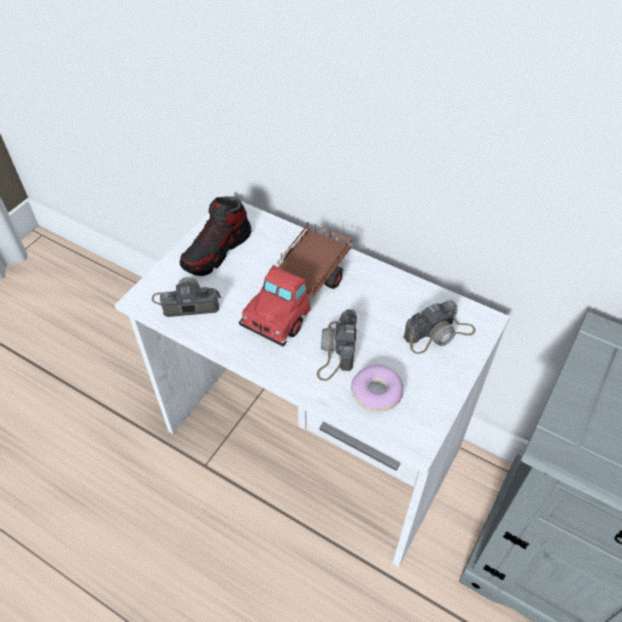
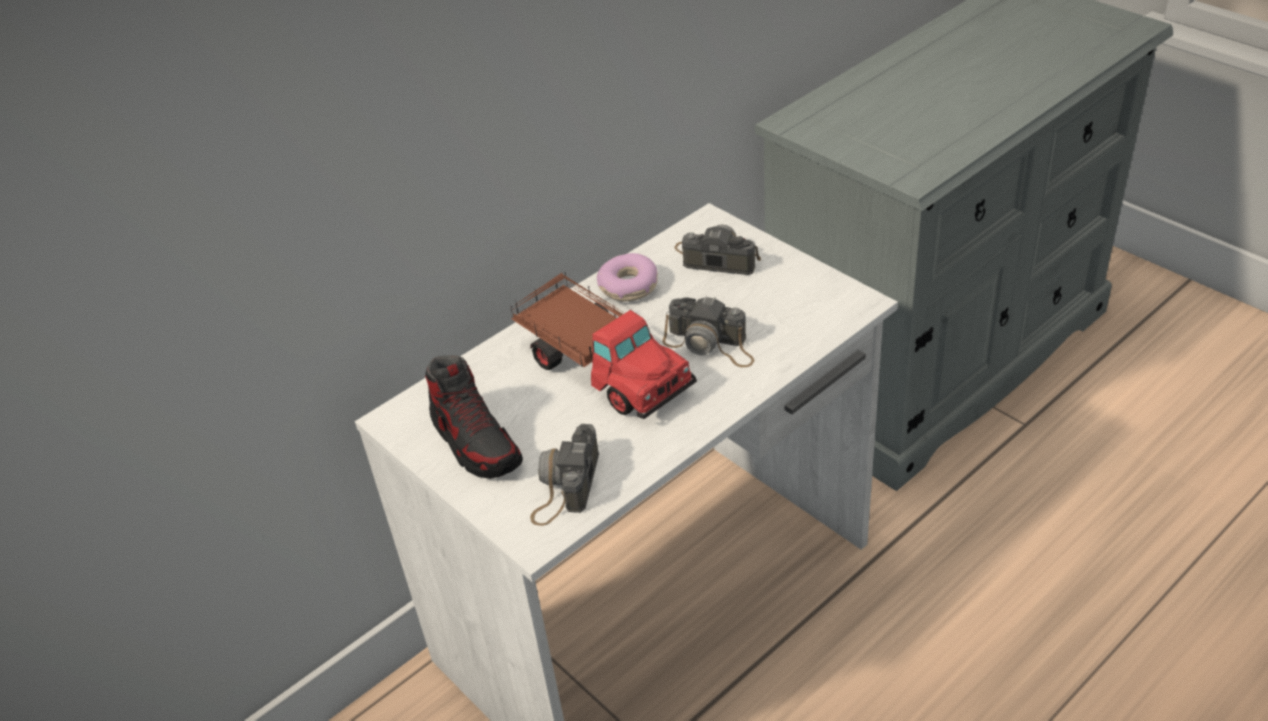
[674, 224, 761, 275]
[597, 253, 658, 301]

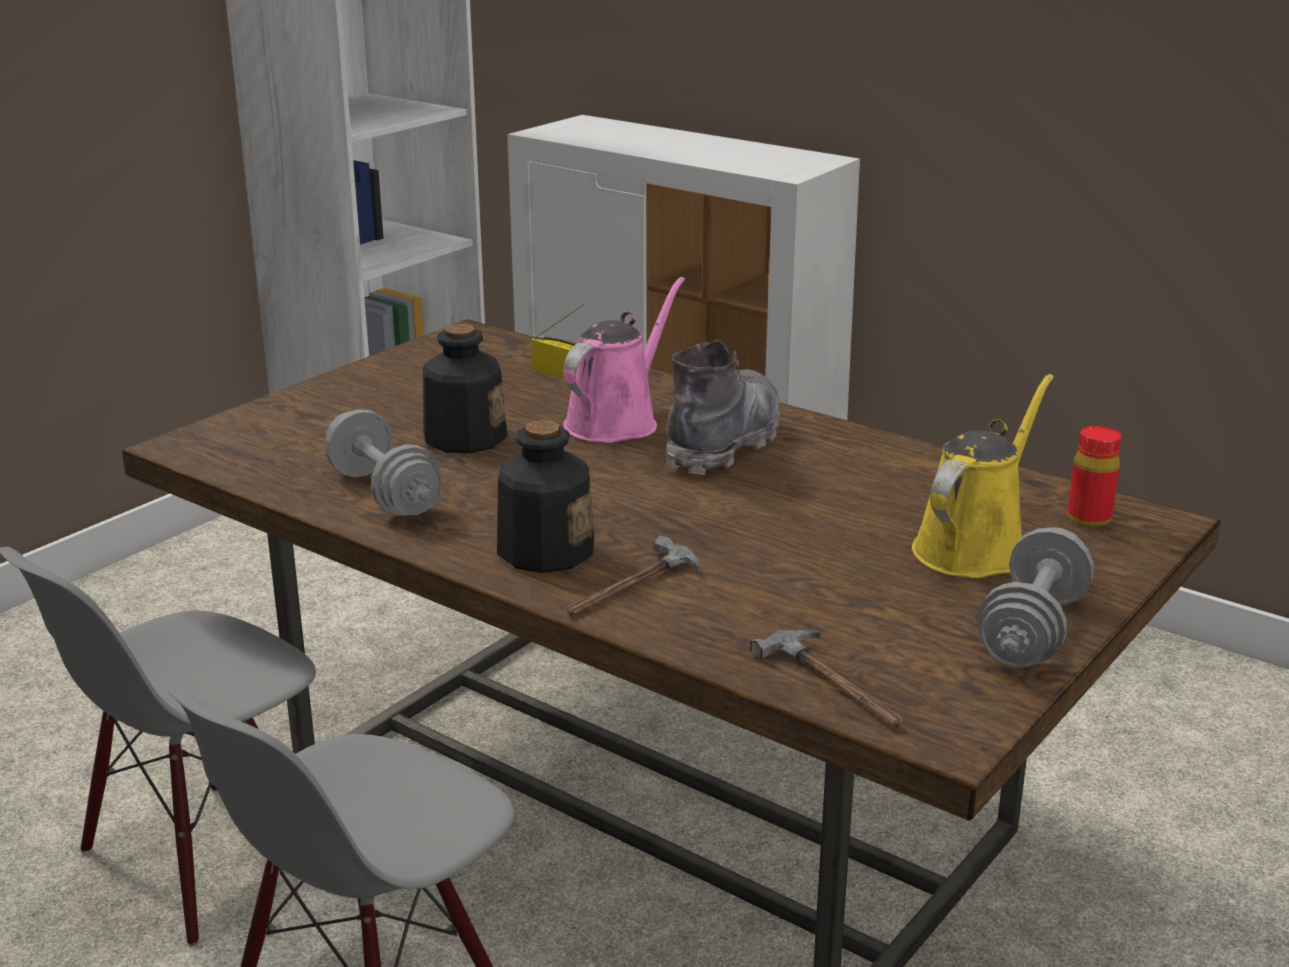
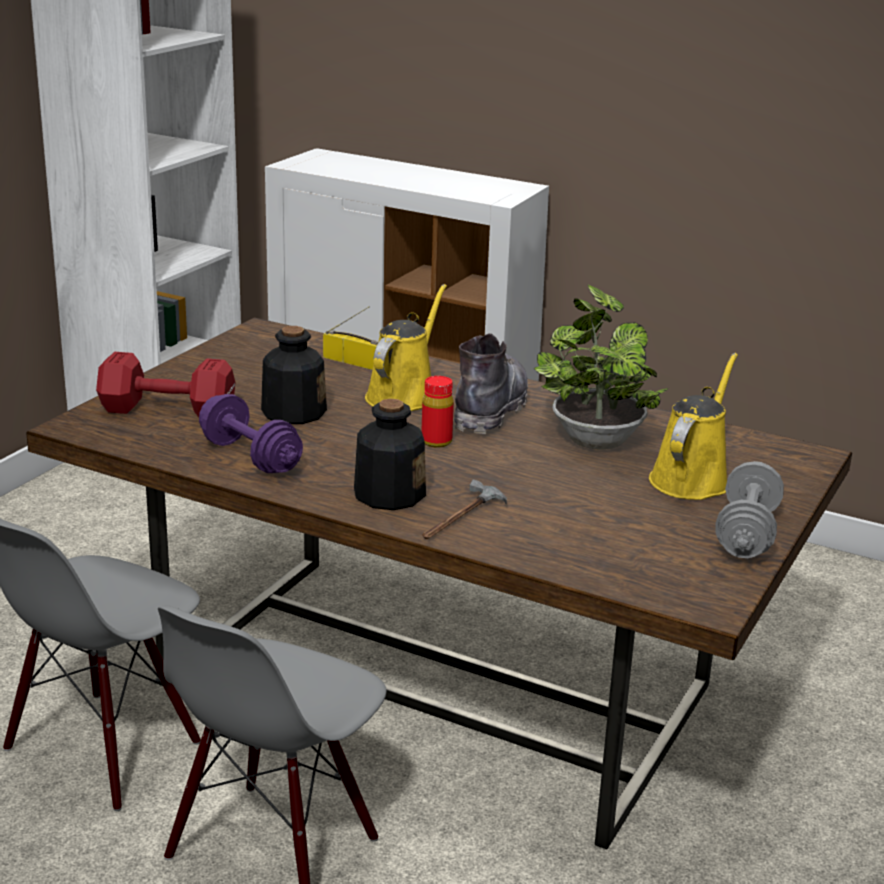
[365, 284, 447, 411]
[199, 394, 303, 473]
[421, 376, 454, 448]
[750, 630, 904, 727] (first image)
[534, 284, 668, 450]
[96, 352, 236, 417]

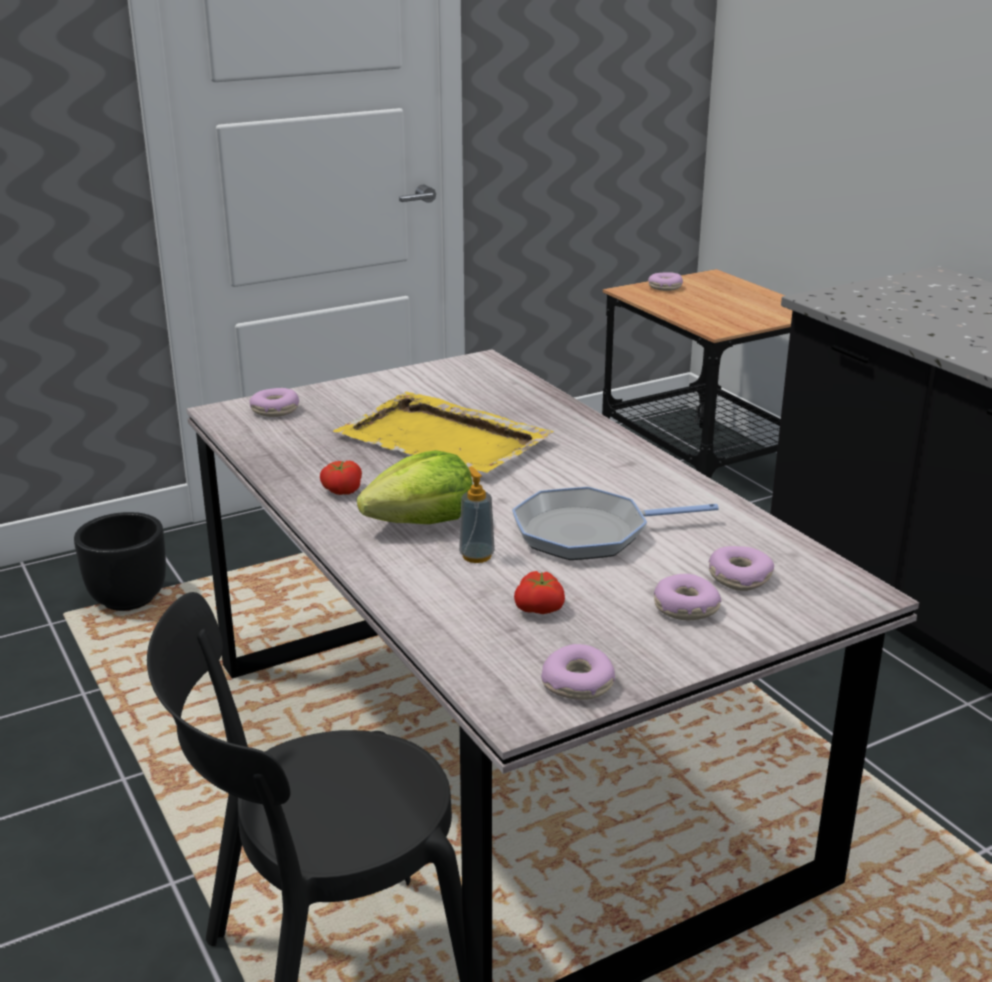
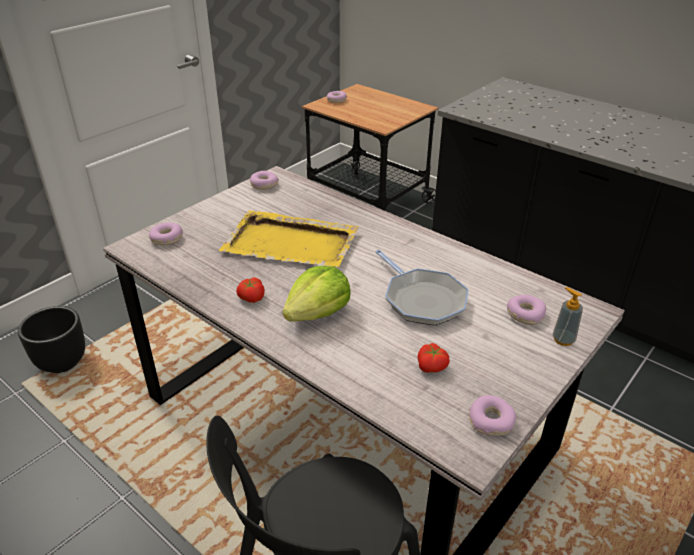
[553, 287, 583, 346]
[375, 250, 469, 325]
[250, 171, 279, 190]

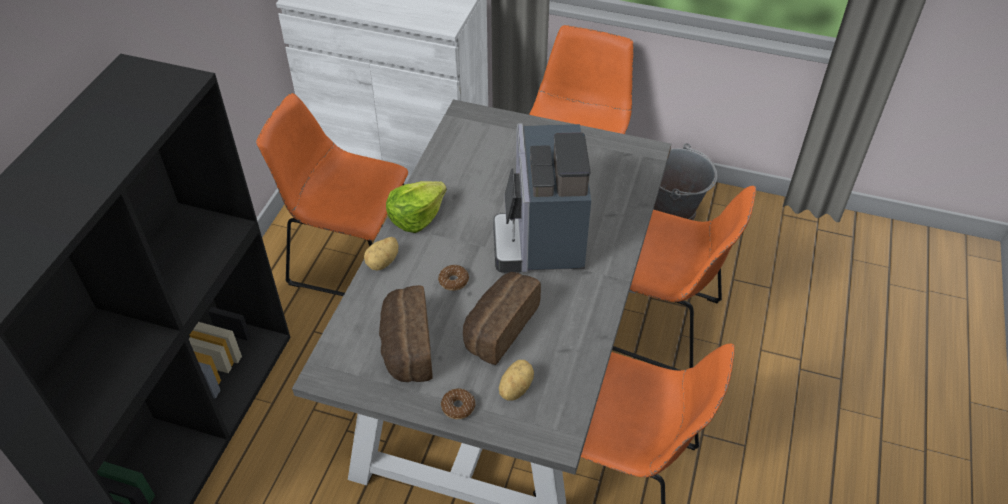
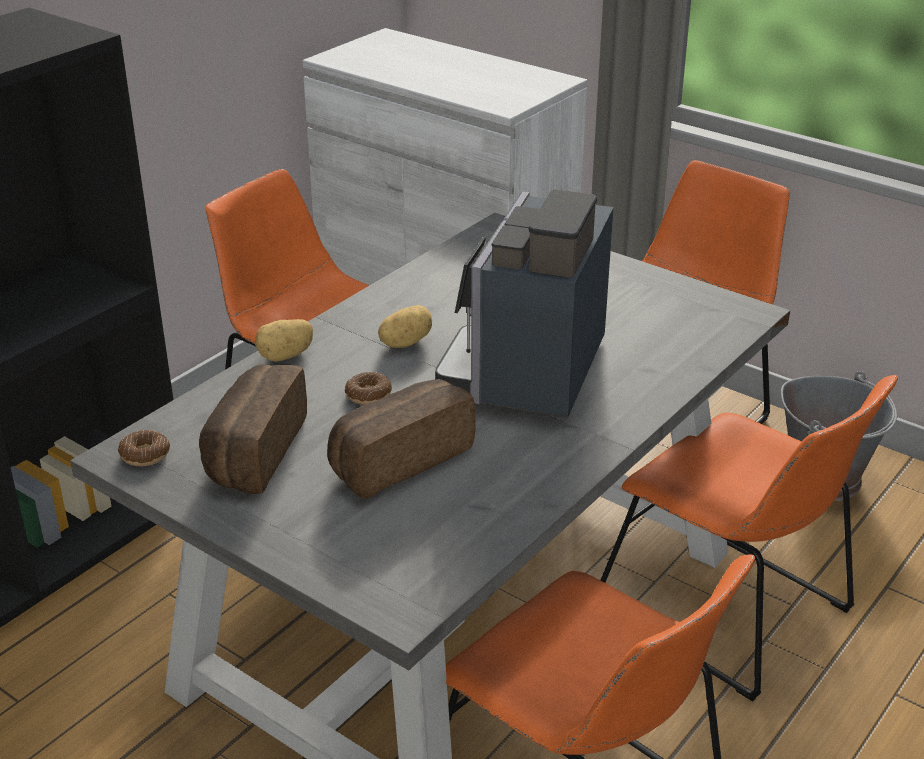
[386, 181, 447, 233] (first image)
[378, 305, 432, 348]
[118, 430, 170, 466]

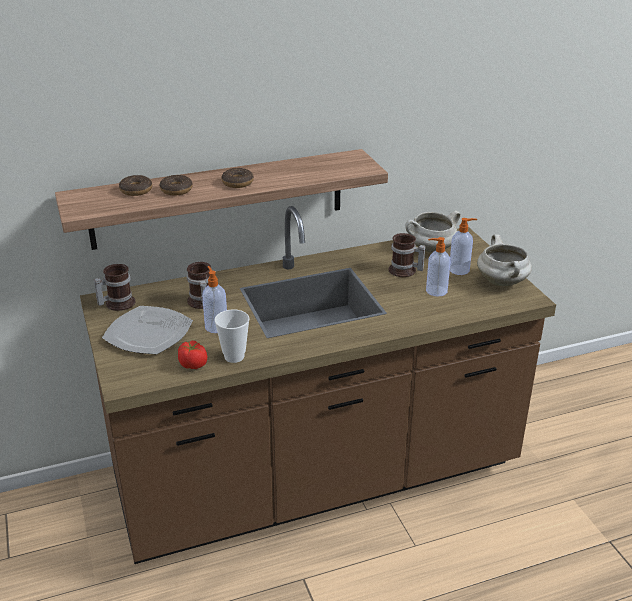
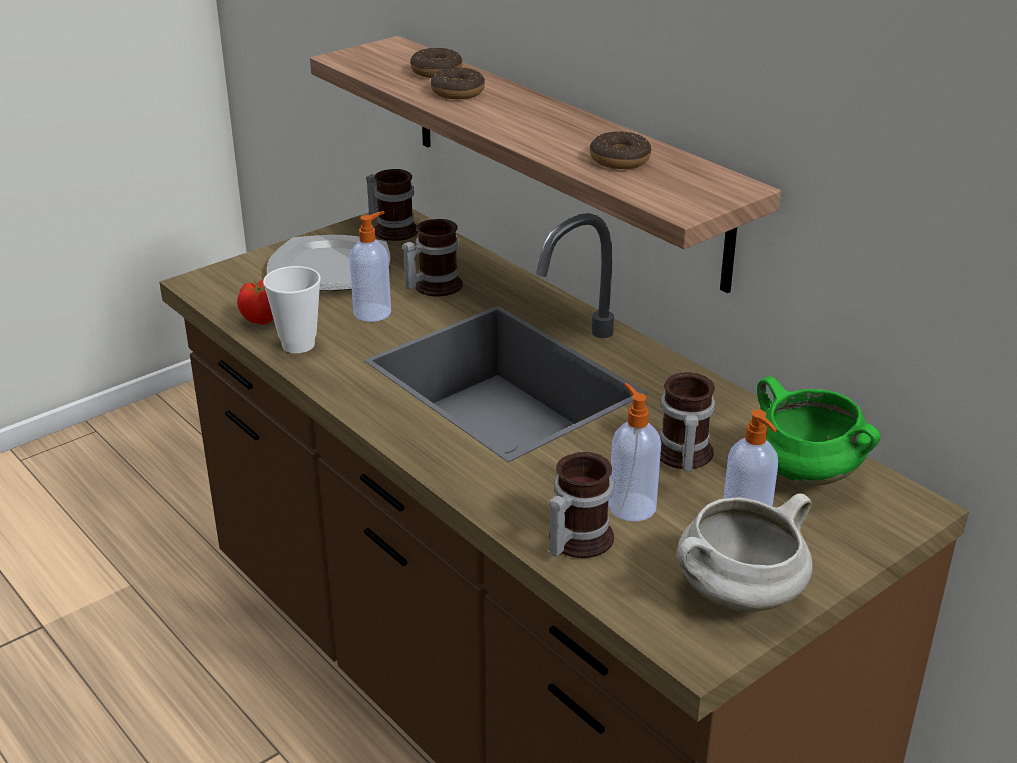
[590, 131, 651, 169]
[757, 376, 881, 485]
[549, 452, 614, 558]

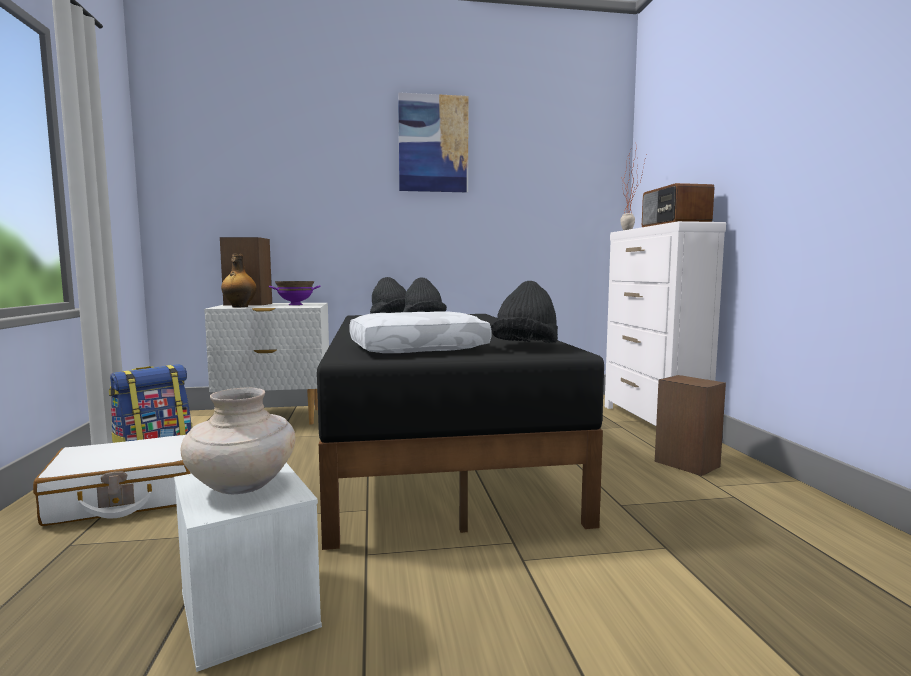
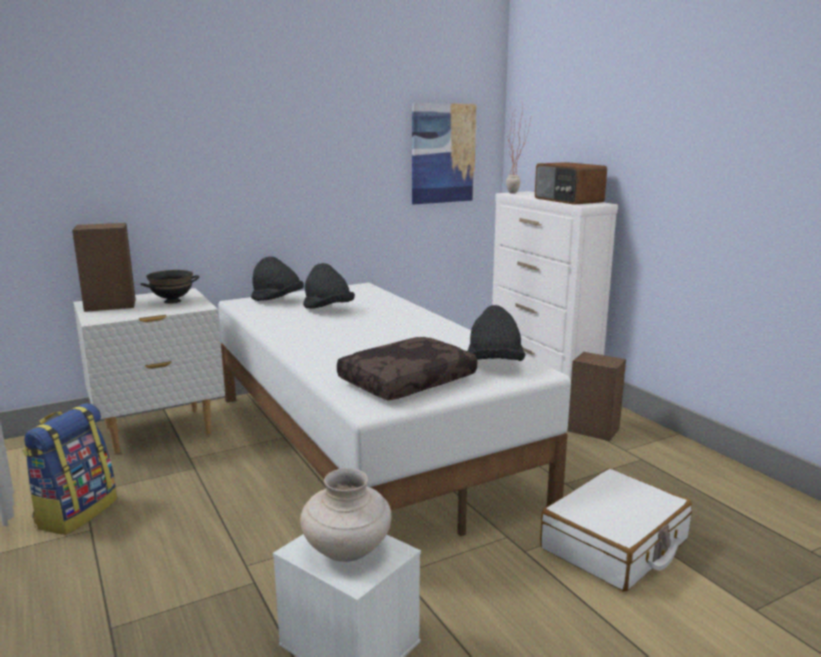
[412, 103, 476, 204]
[221, 254, 257, 307] (first image)
[140, 270, 199, 304]
[337, 337, 477, 400]
[218, 283, 571, 537]
[540, 469, 692, 591]

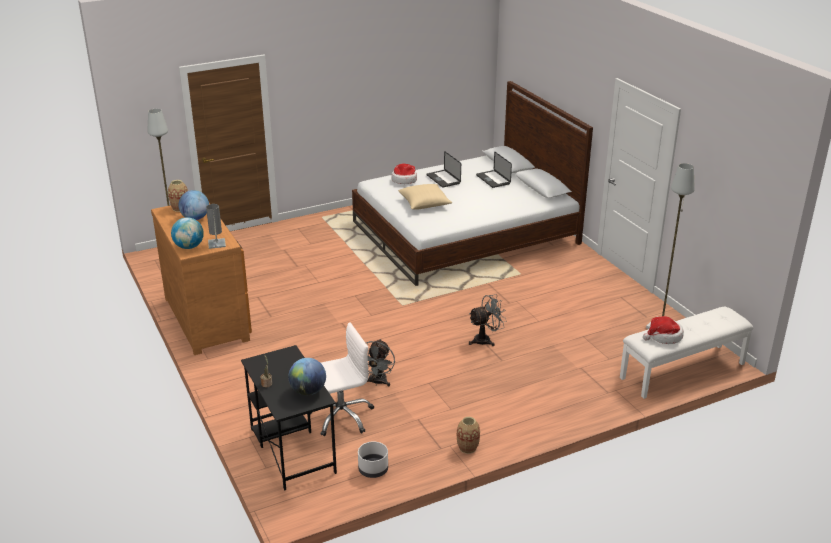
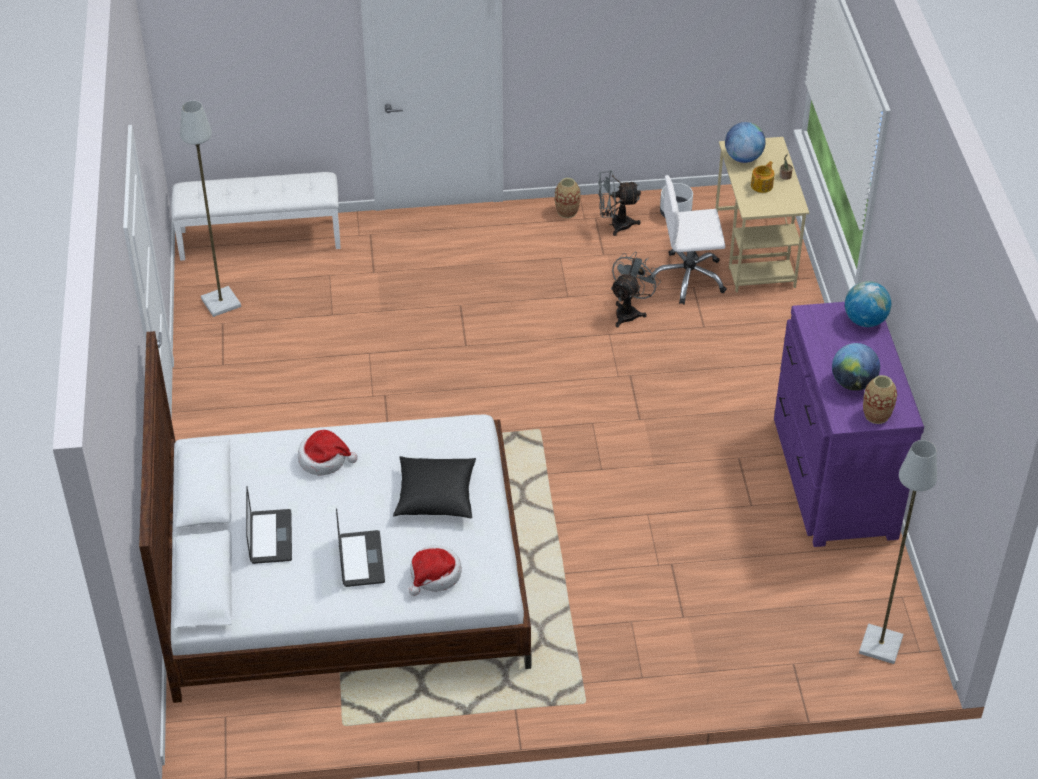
[393, 456, 476, 518]
[774, 302, 924, 547]
[206, 204, 226, 249] (first image)
[598, 170, 641, 236]
[298, 430, 358, 476]
[715, 137, 809, 292]
[751, 161, 775, 193]

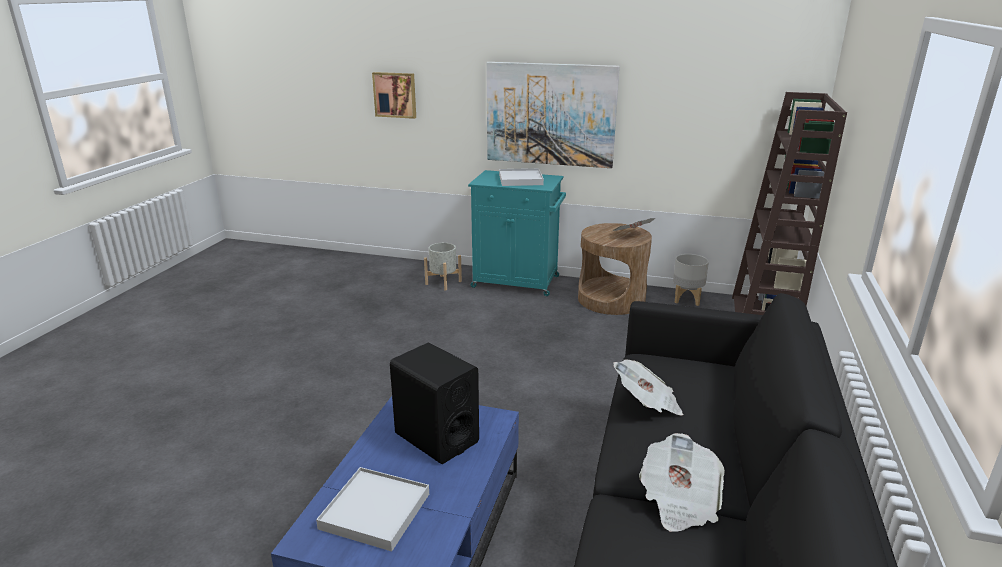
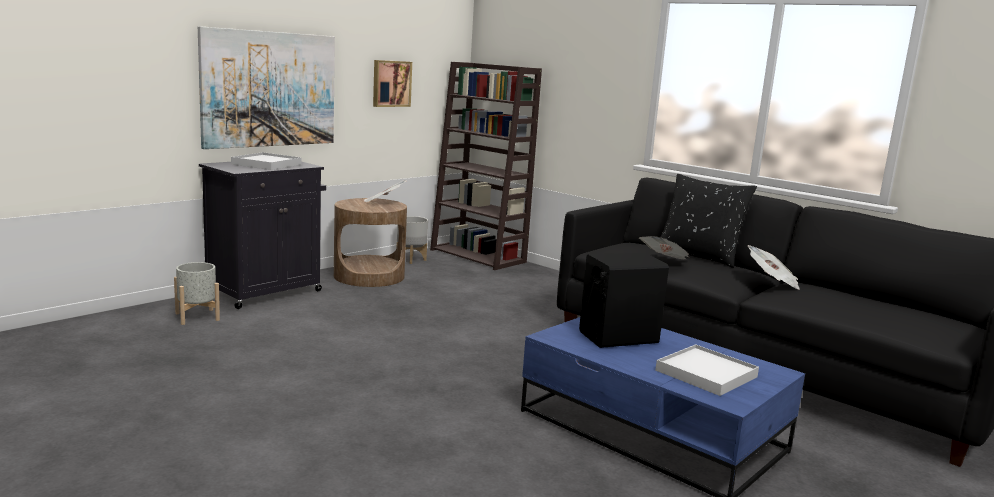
[373, 60, 412, 107]
[199, 162, 326, 309]
[661, 174, 757, 268]

